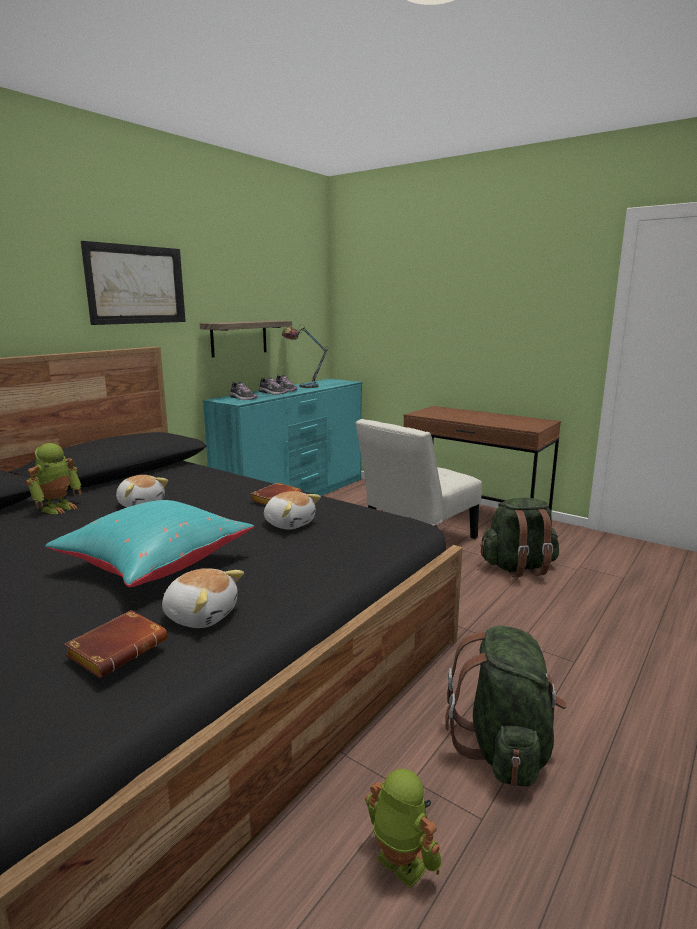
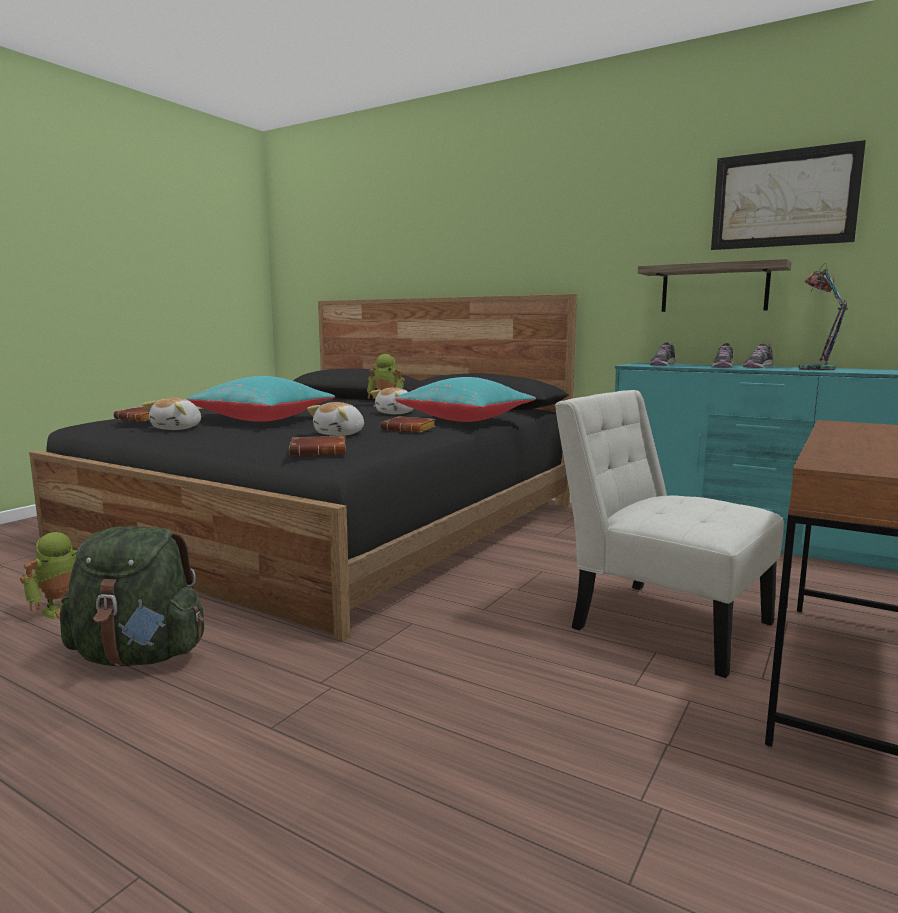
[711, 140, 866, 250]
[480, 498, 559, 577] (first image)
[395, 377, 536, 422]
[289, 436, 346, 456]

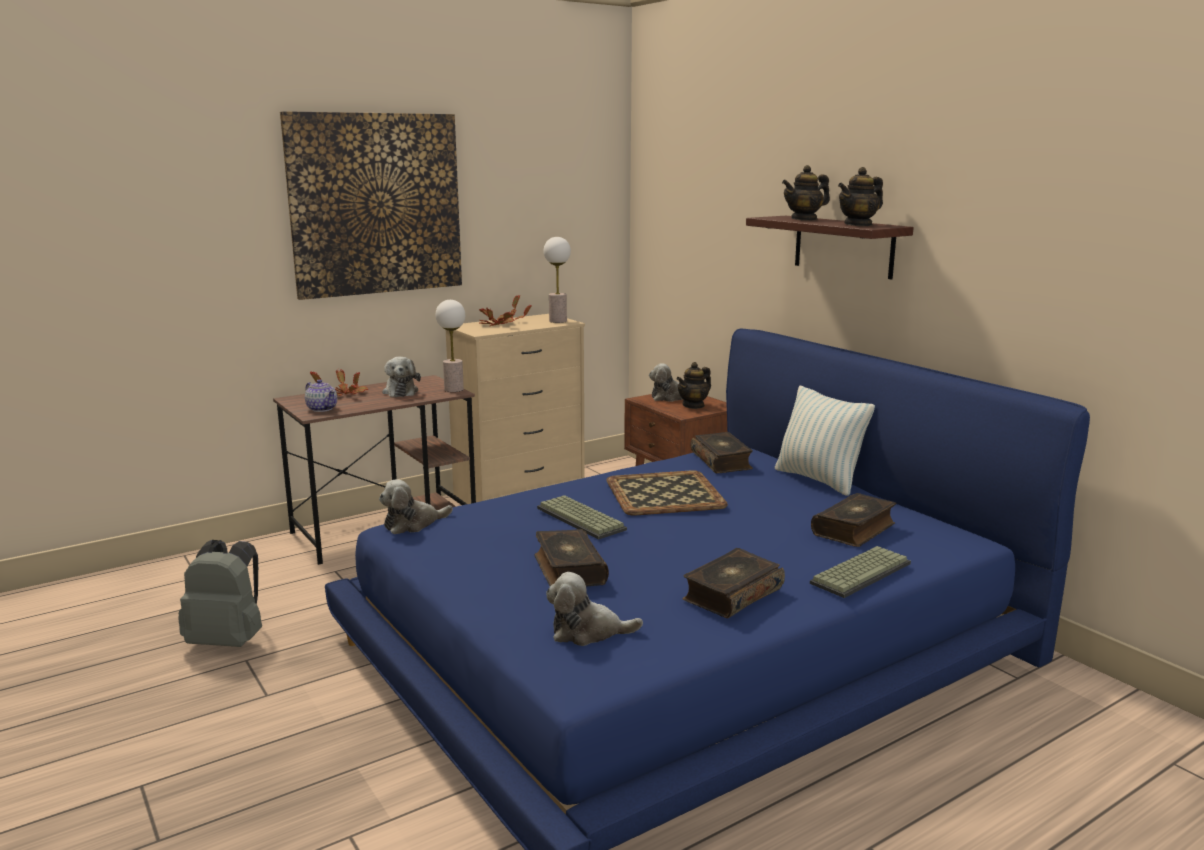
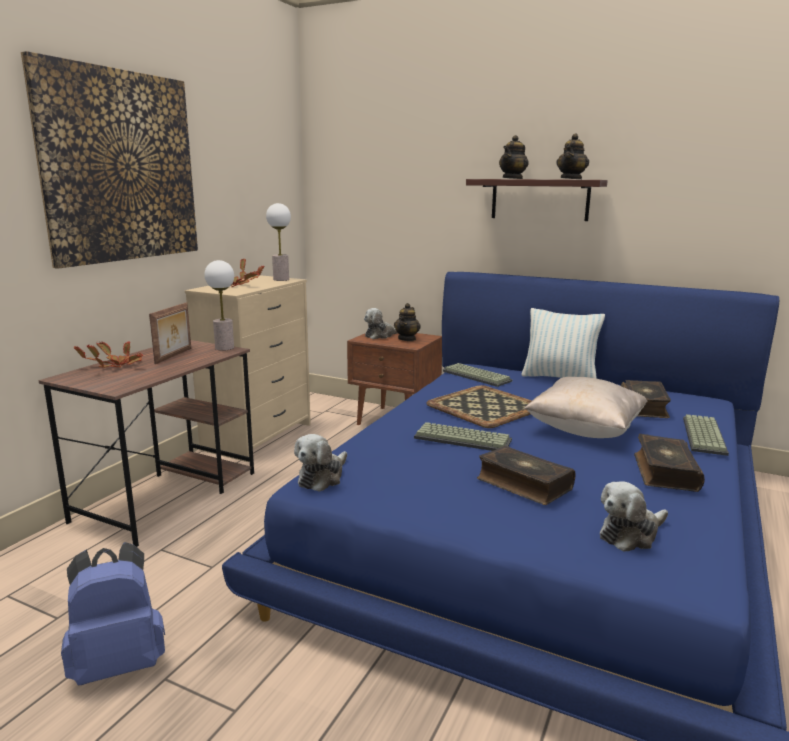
[149, 302, 191, 364]
[305, 379, 337, 412] (first image)
[443, 363, 512, 387]
[61, 542, 165, 685]
[524, 377, 647, 438]

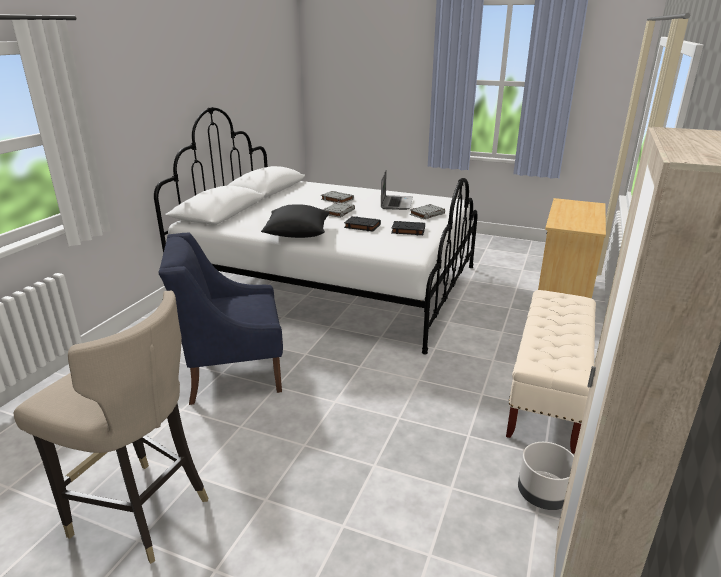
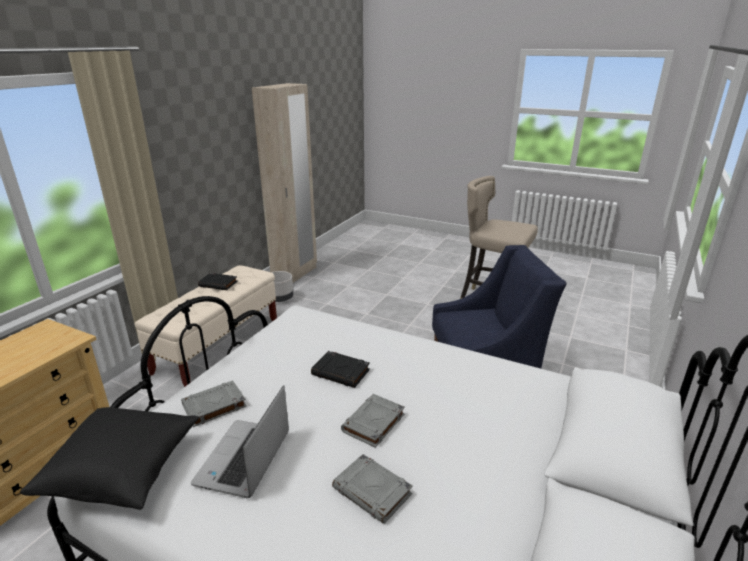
[20, 407, 199, 510]
[198, 273, 237, 290]

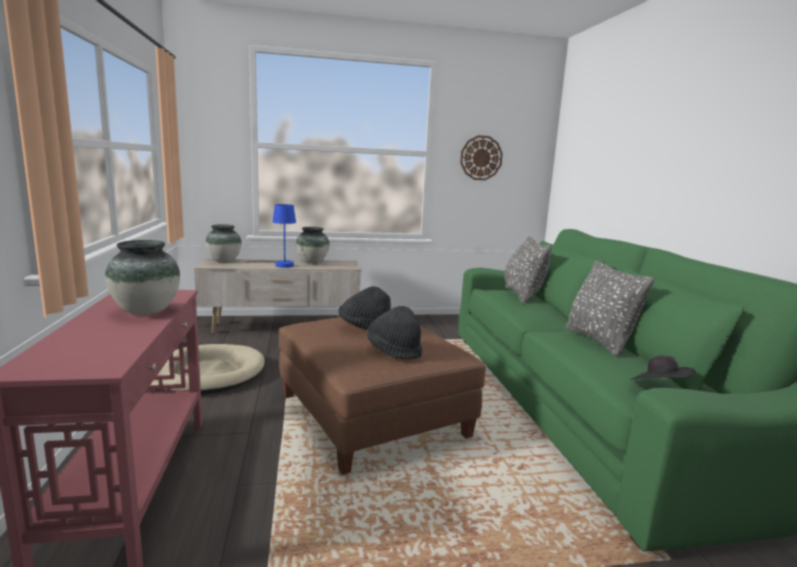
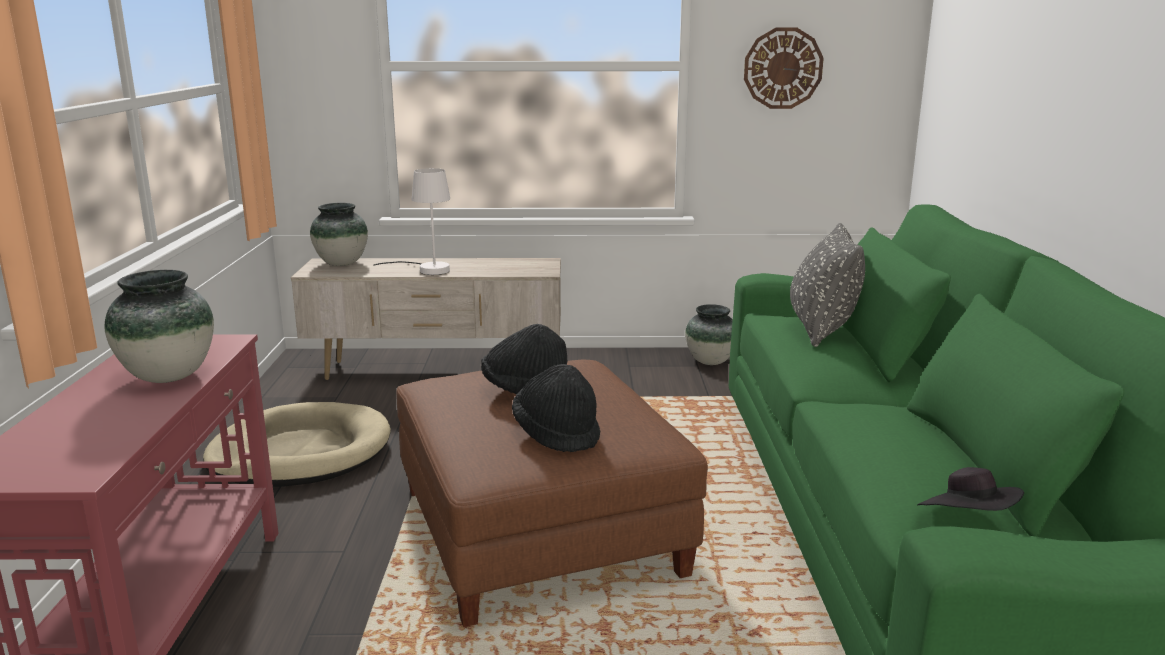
[374, 168, 450, 275]
[685, 304, 733, 365]
[565, 261, 655, 357] (first image)

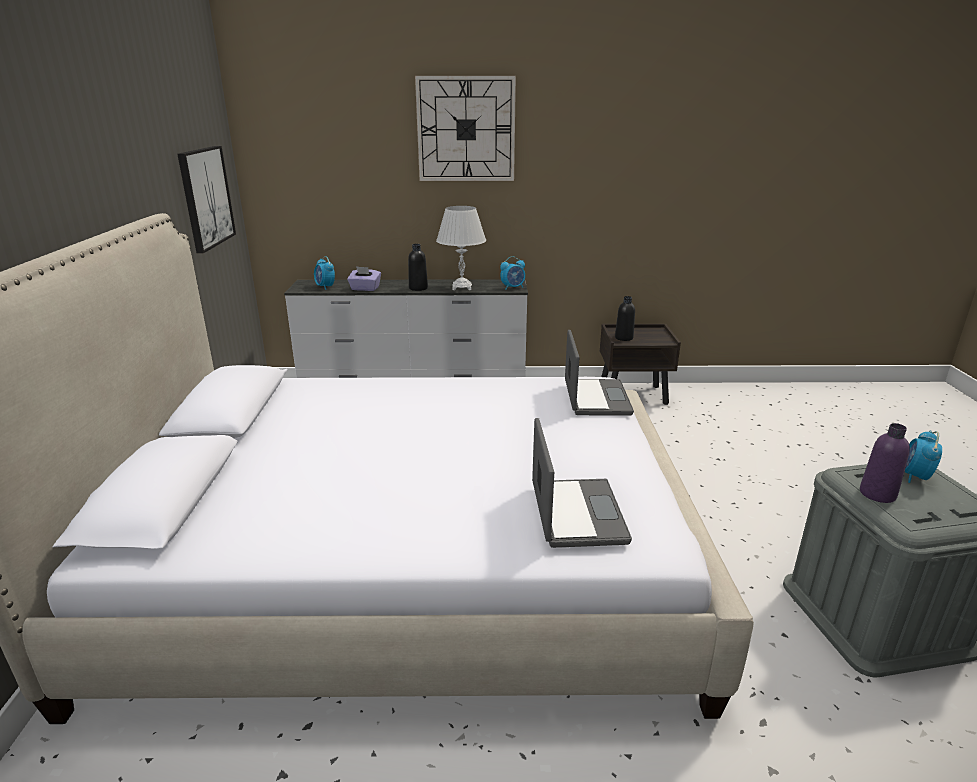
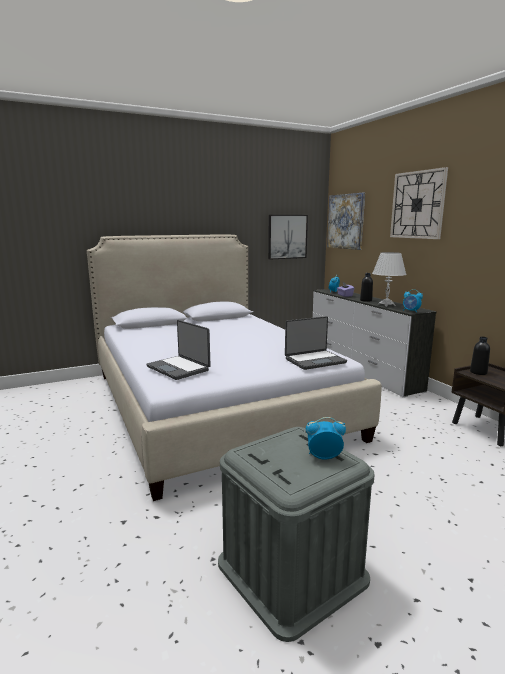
[146, 320, 210, 380]
[860, 423, 910, 503] (first image)
[327, 193, 365, 250]

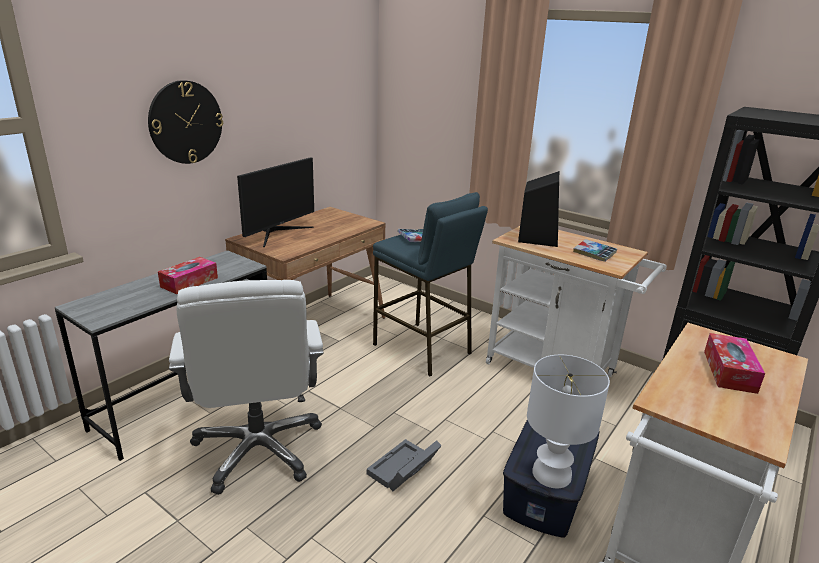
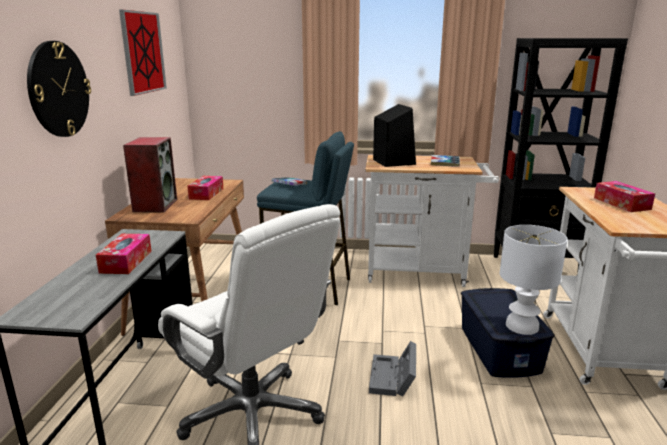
[123, 137, 177, 212]
[119, 10, 167, 96]
[187, 176, 223, 200]

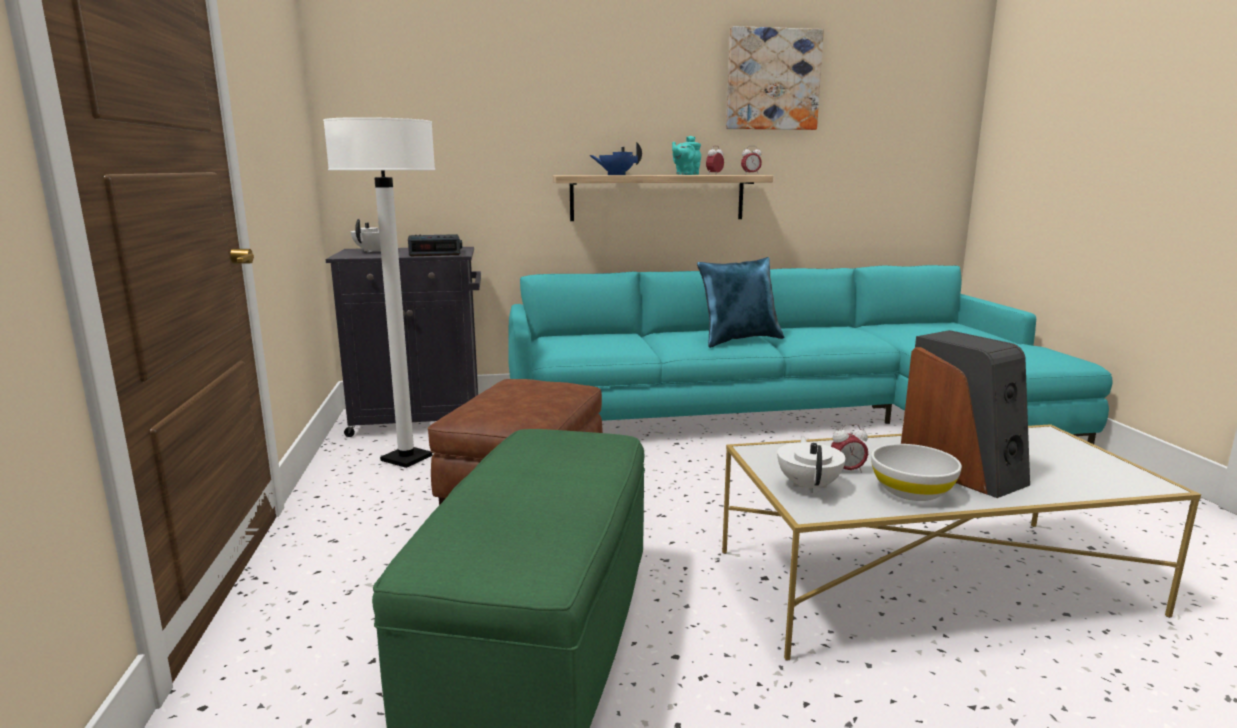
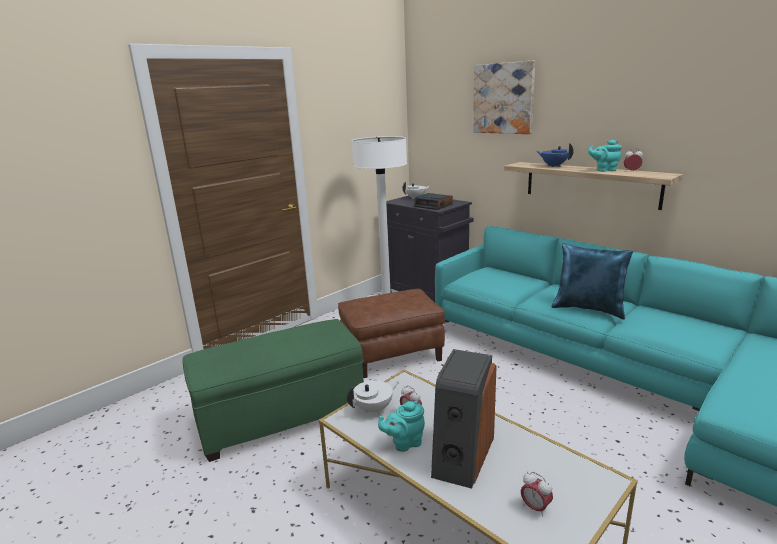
[473, 61, 535, 134]
[521, 472, 553, 517]
[378, 401, 425, 452]

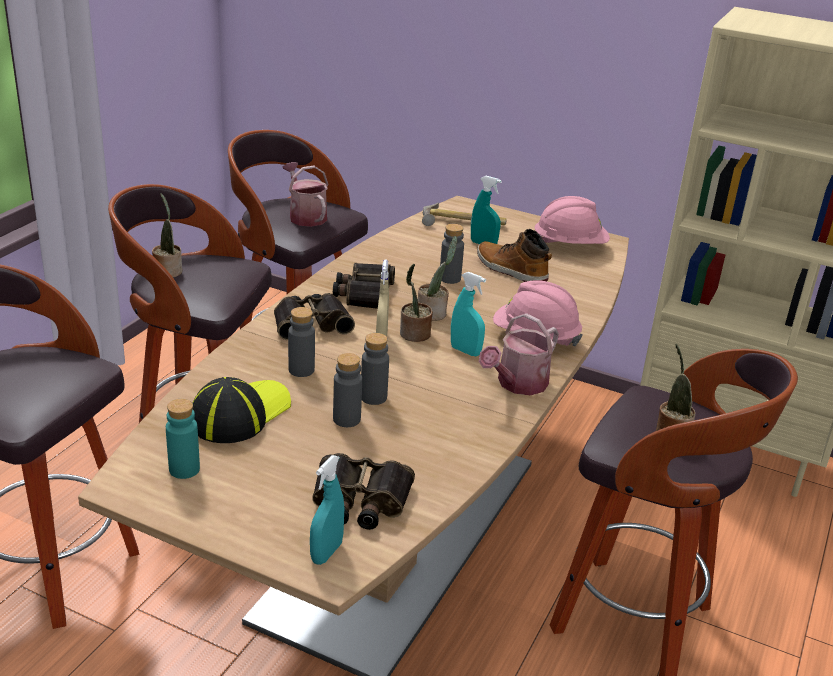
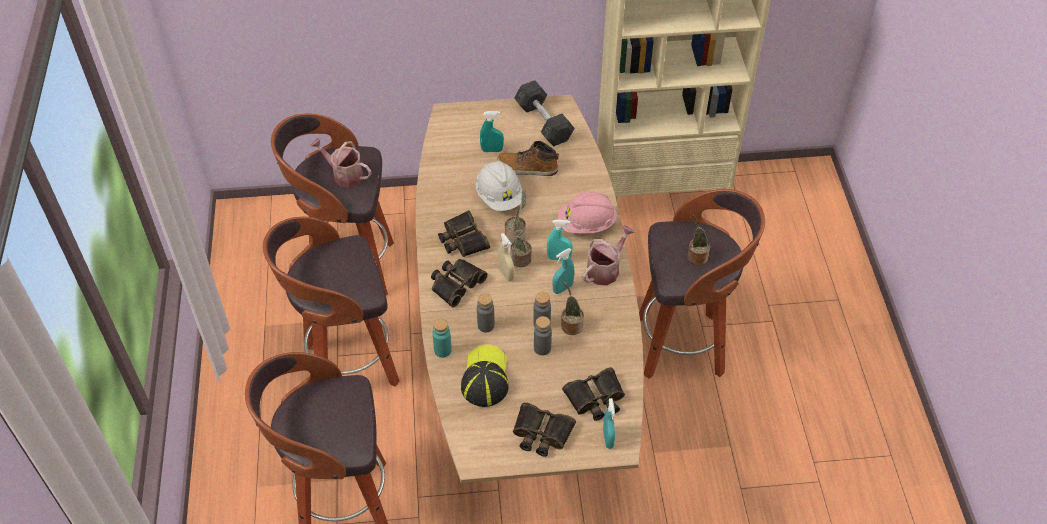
[561, 281, 584, 335]
[514, 80, 575, 147]
[422, 202, 507, 226] (first image)
[475, 161, 522, 211]
[583, 225, 635, 285]
[432, 319, 452, 358]
[552, 248, 574, 294]
[513, 402, 576, 457]

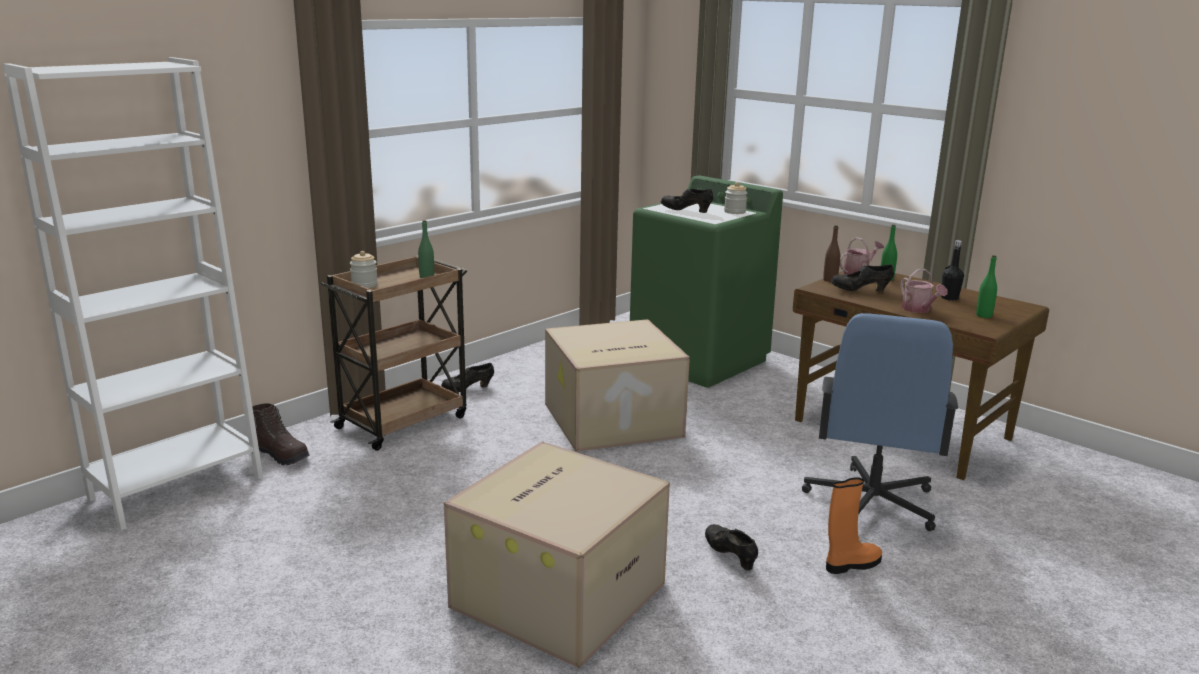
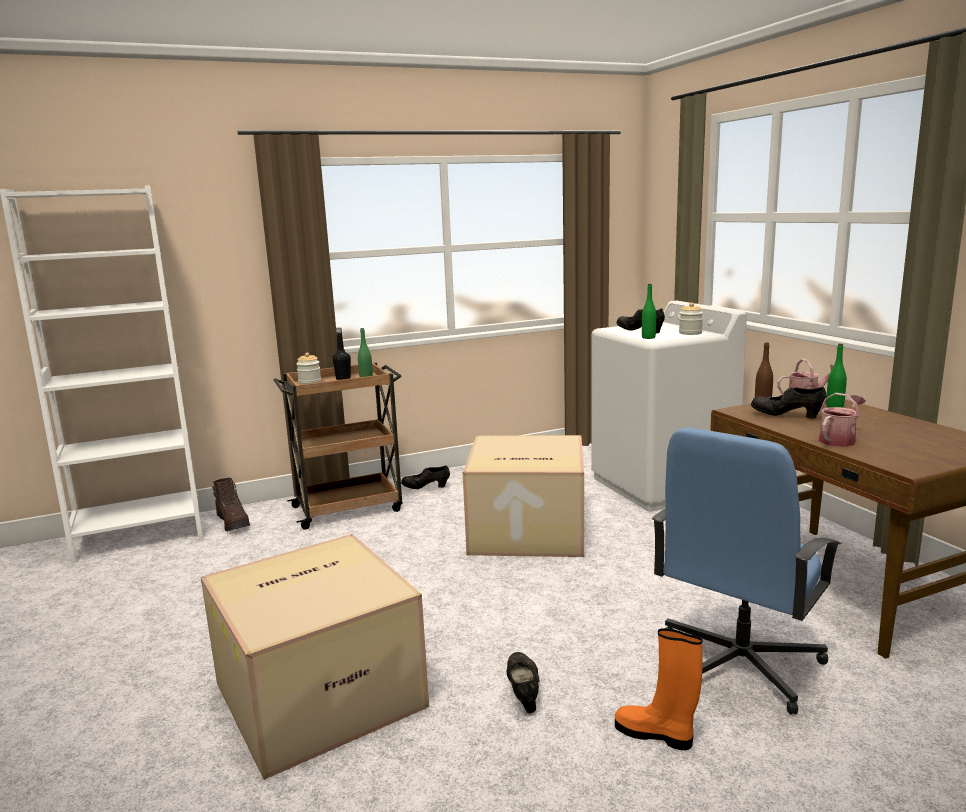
[591, 300, 747, 512]
[332, 327, 351, 380]
[642, 284, 656, 339]
[819, 393, 866, 447]
[615, 628, 703, 750]

